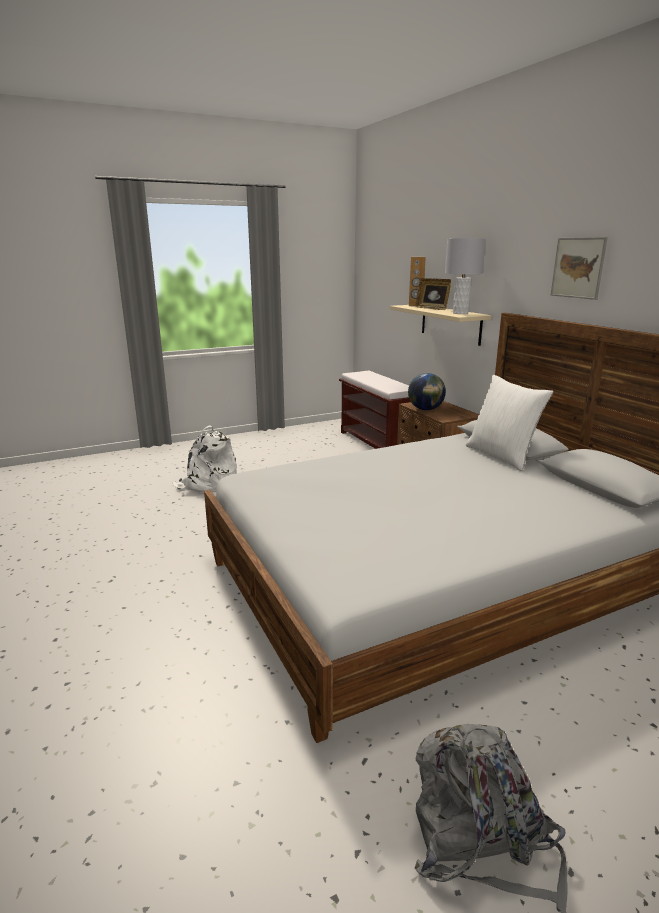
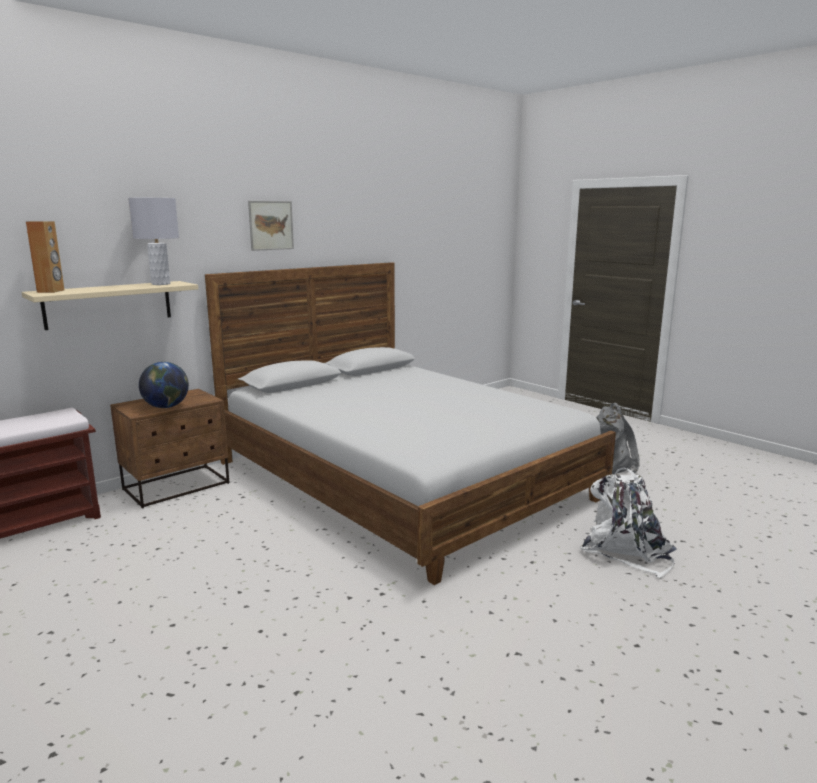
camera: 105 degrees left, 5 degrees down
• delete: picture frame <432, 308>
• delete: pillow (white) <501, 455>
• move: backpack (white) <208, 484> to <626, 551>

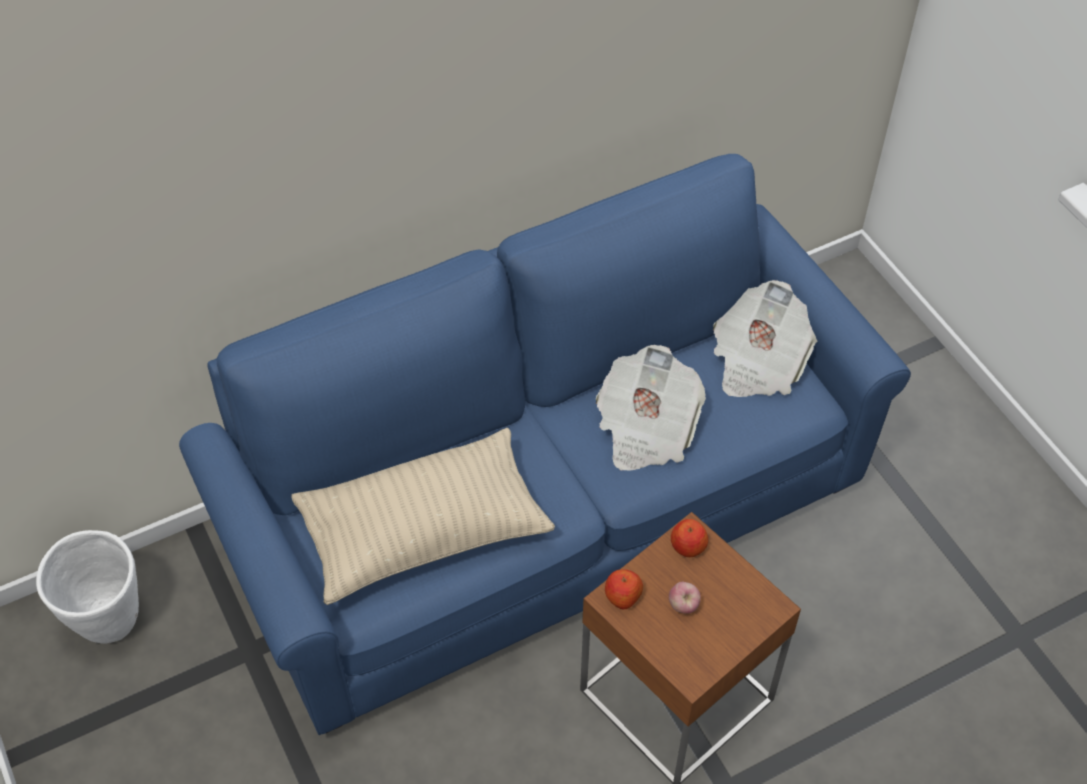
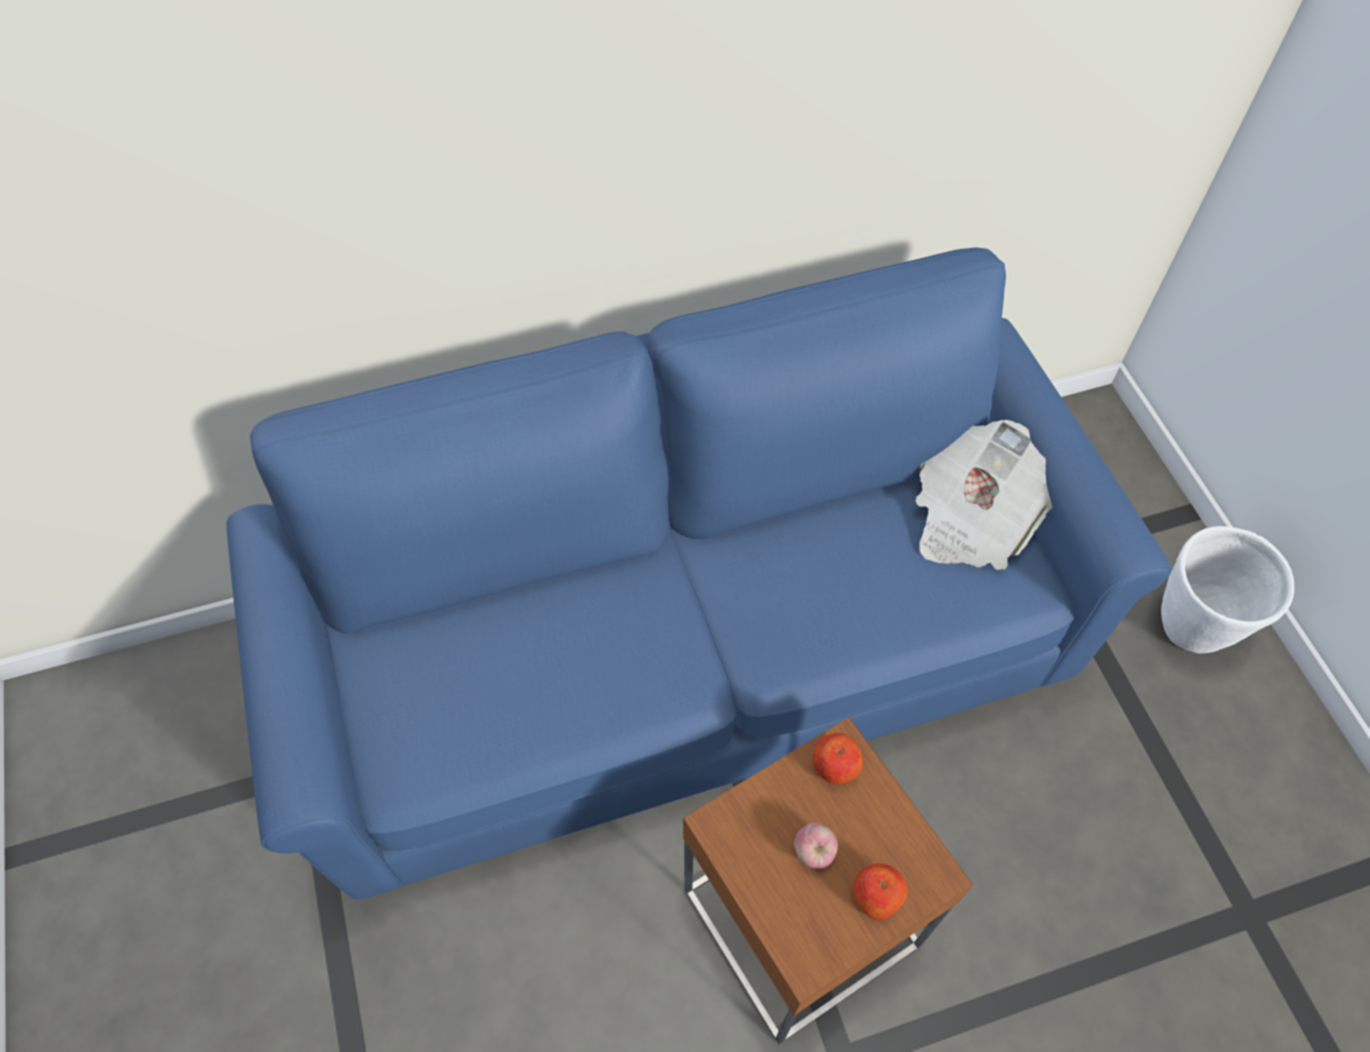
camera: 10 degrees right, 5 degrees up
• delete: pillow (beige) <424, 531>
• delete: newspaper <646, 428>
• move: planter (white) <109, 621> to <1191, 628>
• move: apple <622, 596> to <876, 896>

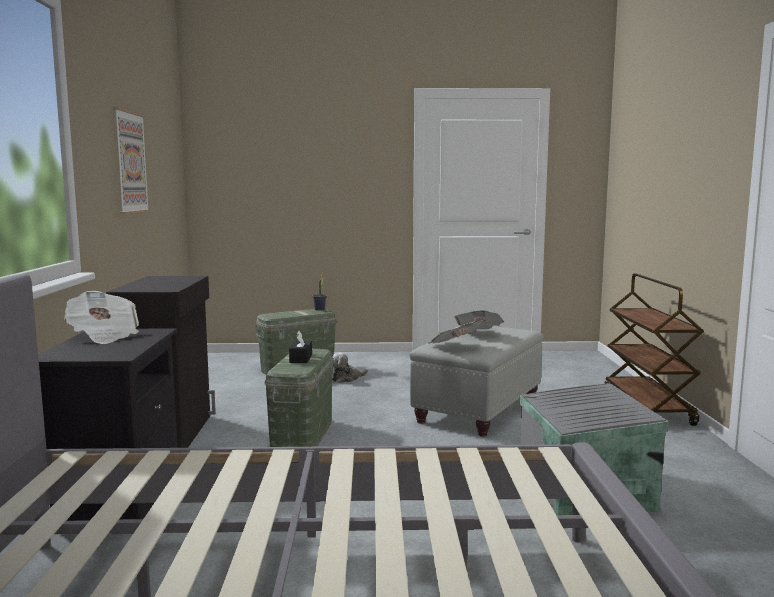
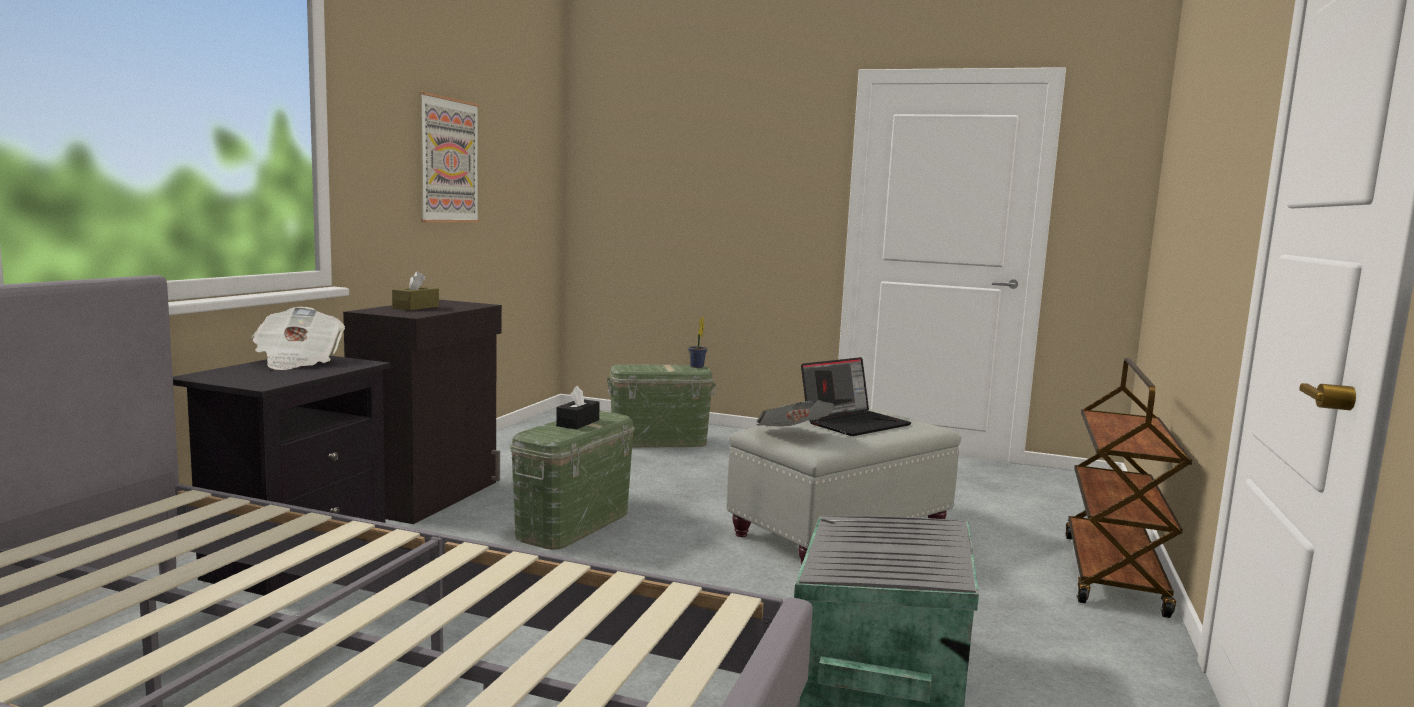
camera: 20 degrees right, 0 degrees up
• delete: plush toy <347, 378>
• insert: tissue box (brown) <416, 307>
• replace: newspaper <479, 334> to laptop <854, 423>

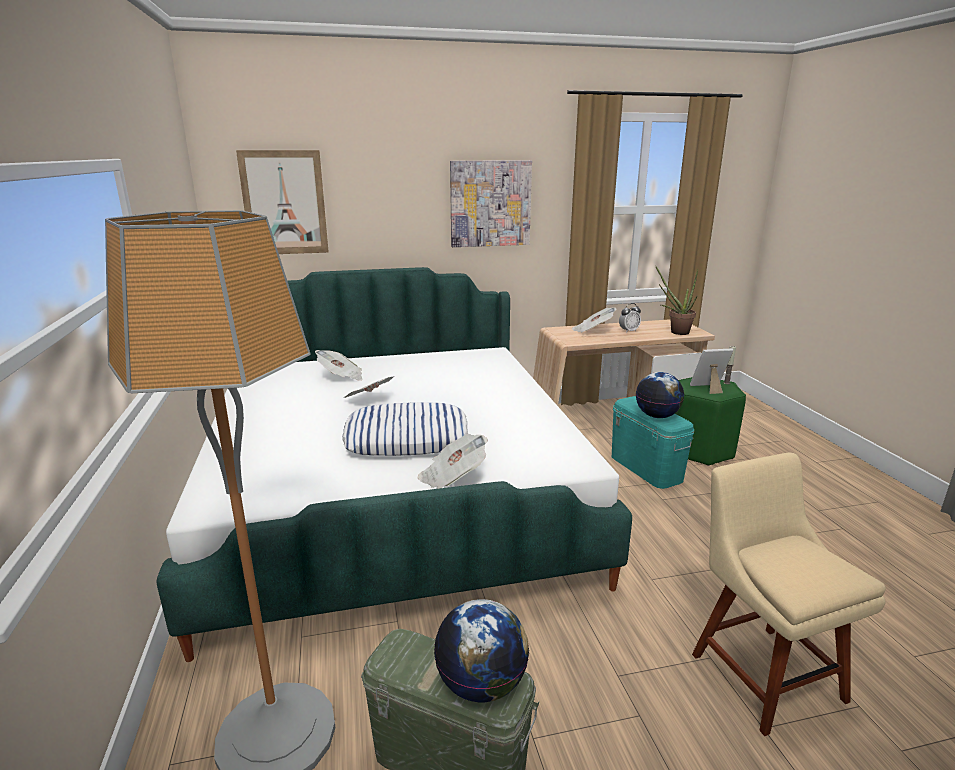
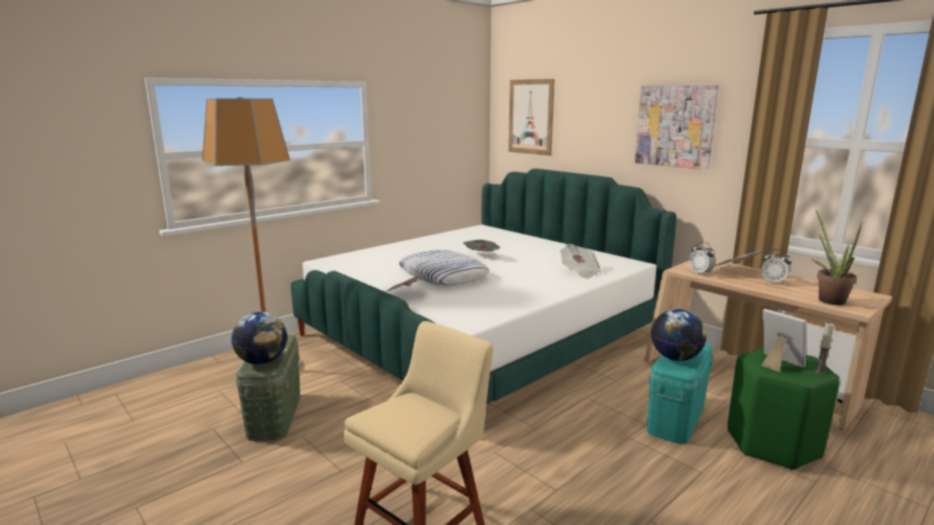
camera: 60 degrees right, 5 degrees down
• insert: alarm clock <700, 273>
• move: newspaper <341, 377> to <580, 272>

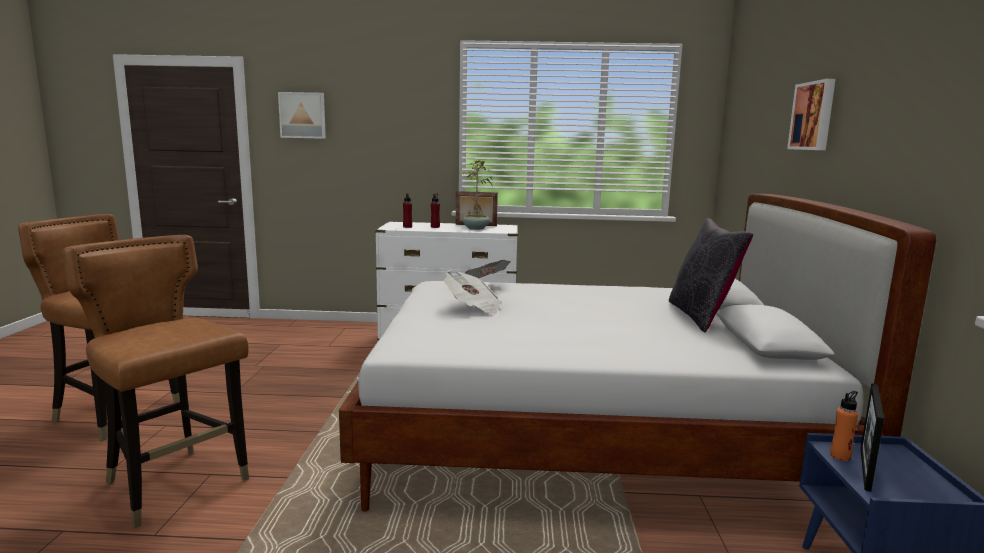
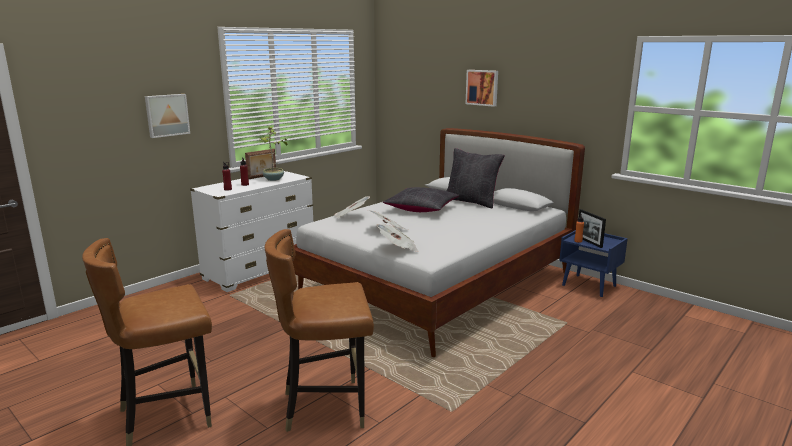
camera: 50 degrees left, 5 degrees up
• insert: newspaper <398, 248>
• insert: pillow (black) <421, 209>
• move: picture <303, 115> to <167, 115>

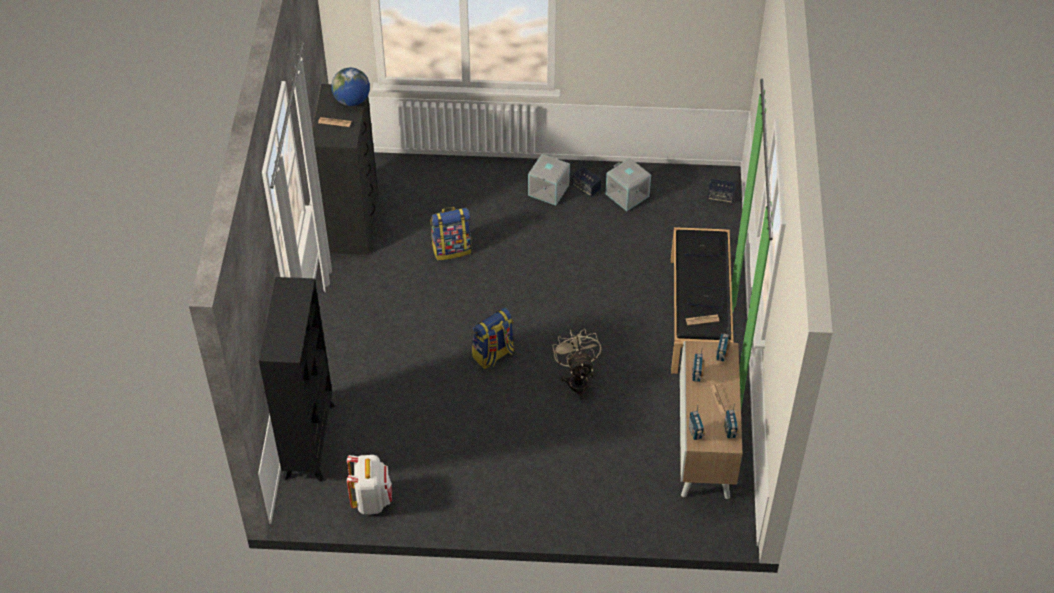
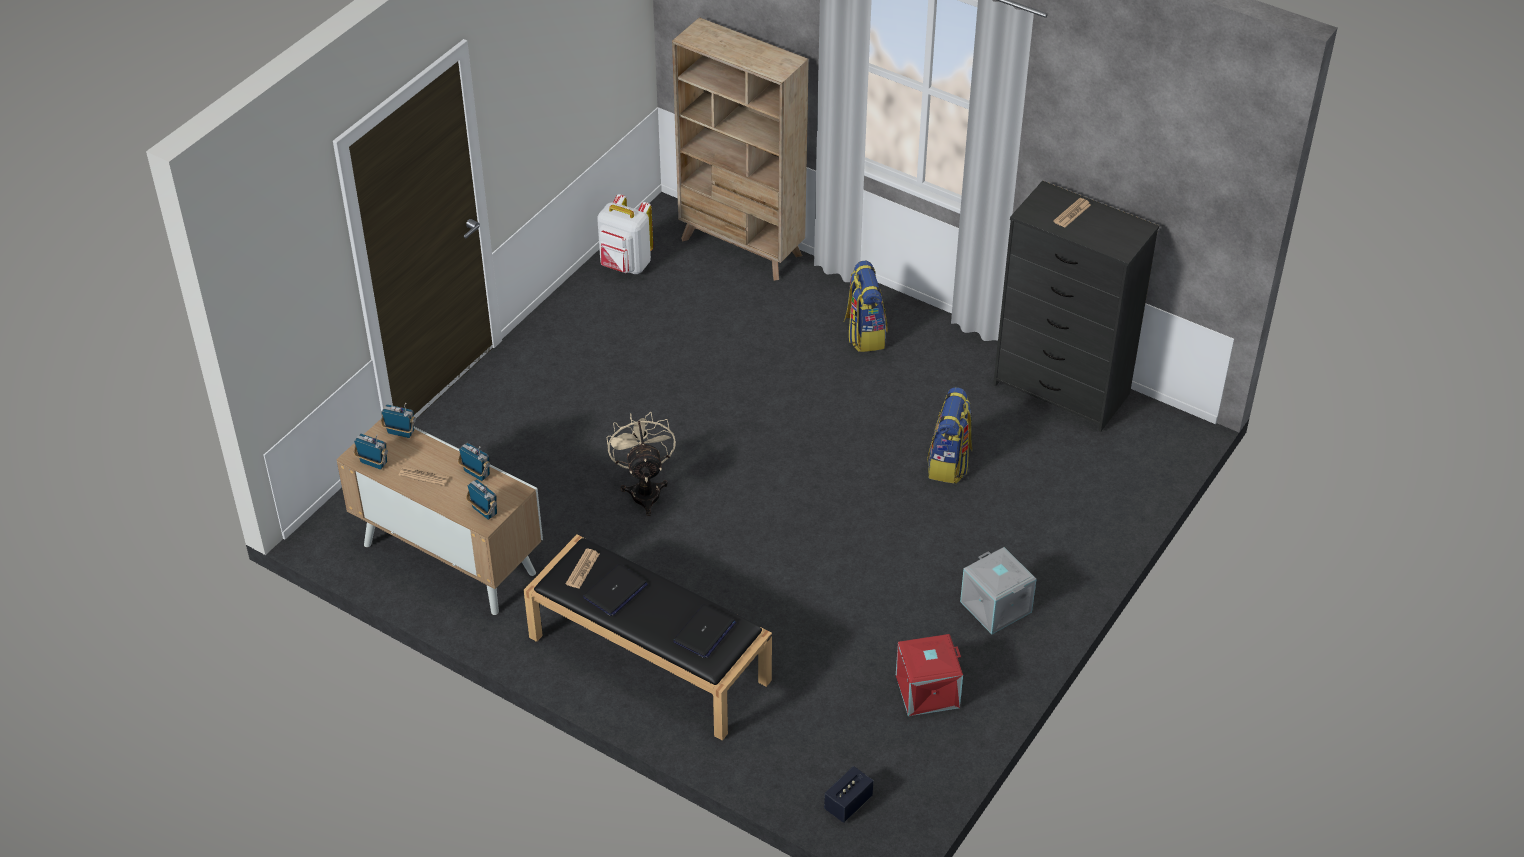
camera: 120 degrees right, 5 degrees down
• delete: globe <352, 100>
• delete: speaker <586, 188>
• move: backpack <493, 355> to <864, 334>
• recolor: bookcase (black) <310, 440> to bookcase (beige) <741, 247>
• recolor: storage box (grey) <628, 195> to storage box (red) <927, 692>
• rotate: fan (beige) <577, 380> = <644, 490> 120 degrees counterclockwise

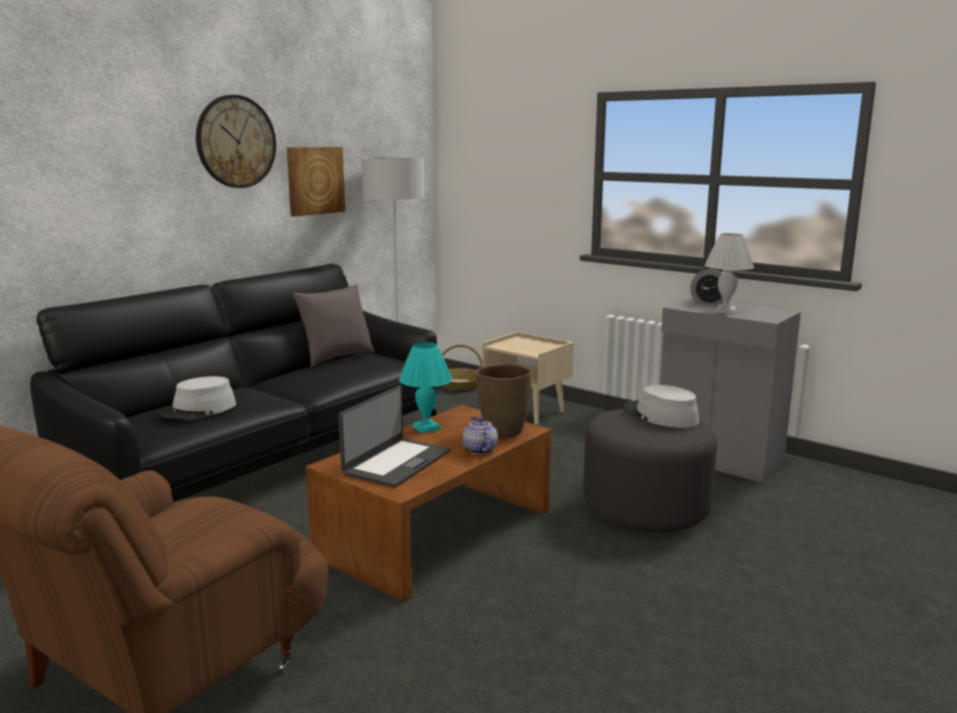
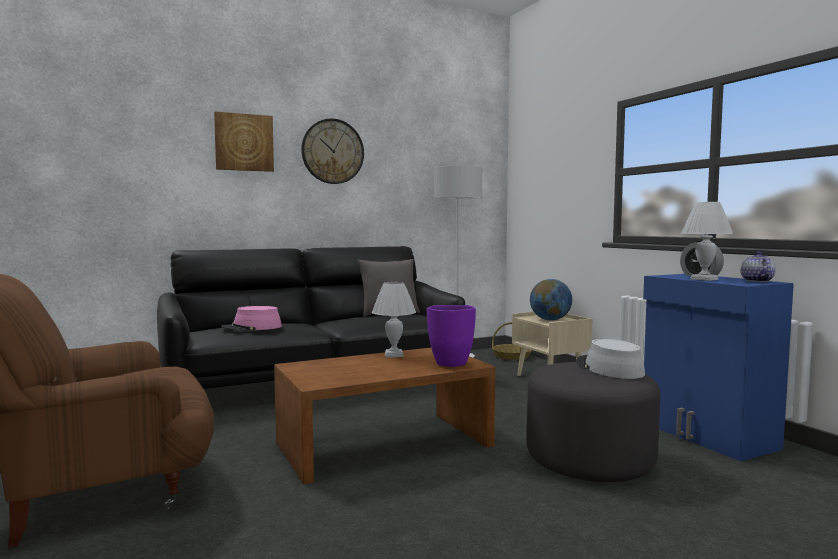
camera: 25 degrees right, 10 degrees down
• delete: laptop <396, 462>
• insert: globe <550, 320>
• move: picture <315, 180> to <244, 142>
• move: teapot <479, 450> to <756, 281>
• recolor: hat (grey) <198, 410> to hat (pink) <252, 328>
• recolor: table lamp (turquoise) <426, 428> to table lamp (white) <393, 355>
• recolor: vase (brown) <503, 432> to vase (purple) <450, 363>
• recolor: cabinet (grey) <718, 459> to cabinet (blue) <707, 436>

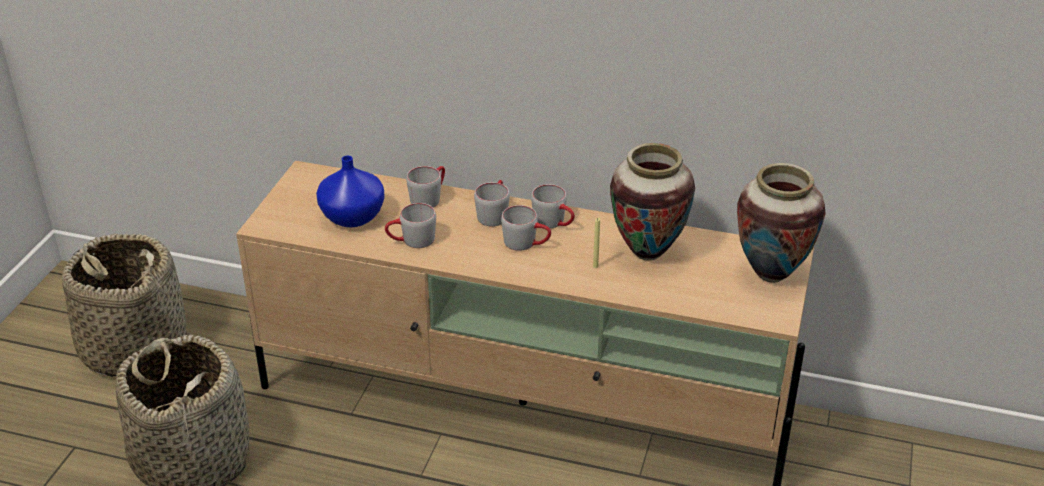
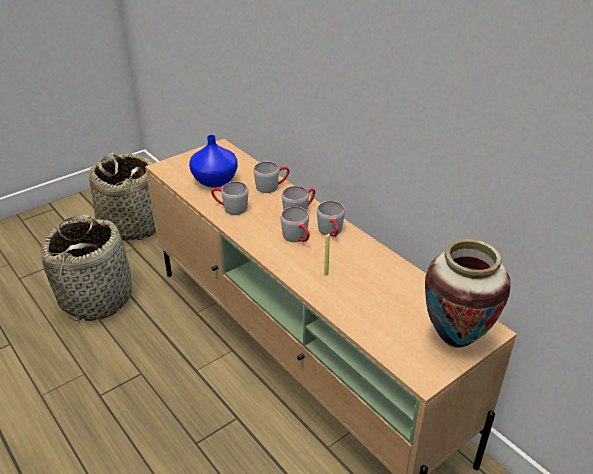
camera: 35 degrees right, 0 degrees up
• delete: vase <647, 253>

